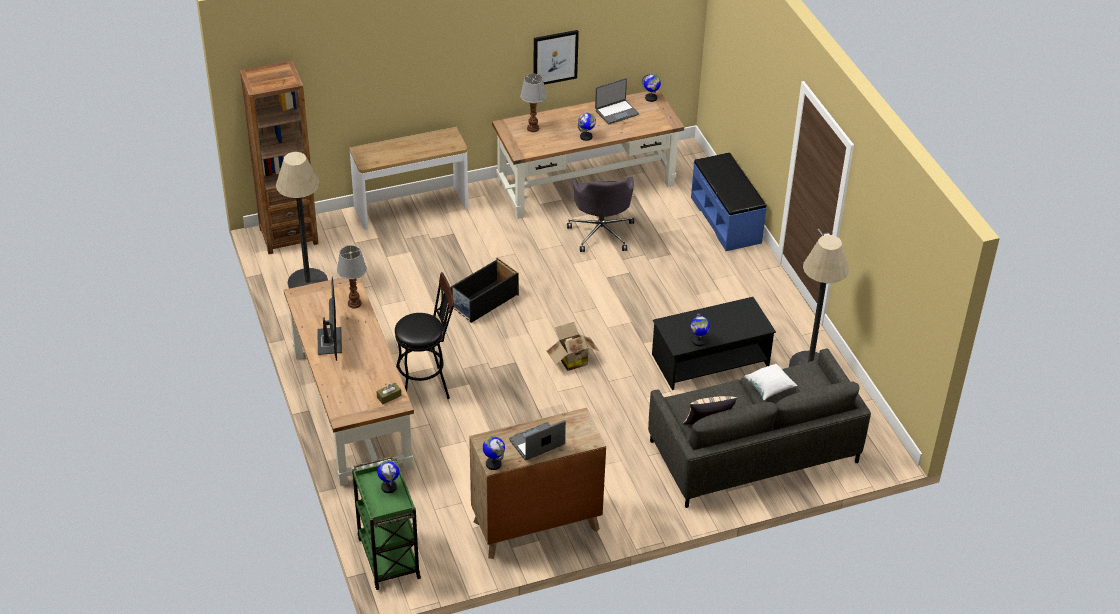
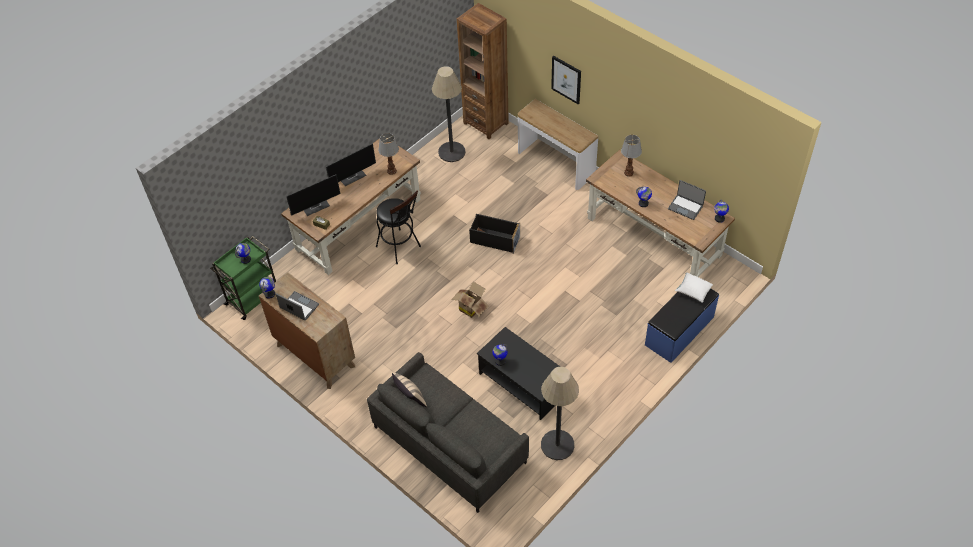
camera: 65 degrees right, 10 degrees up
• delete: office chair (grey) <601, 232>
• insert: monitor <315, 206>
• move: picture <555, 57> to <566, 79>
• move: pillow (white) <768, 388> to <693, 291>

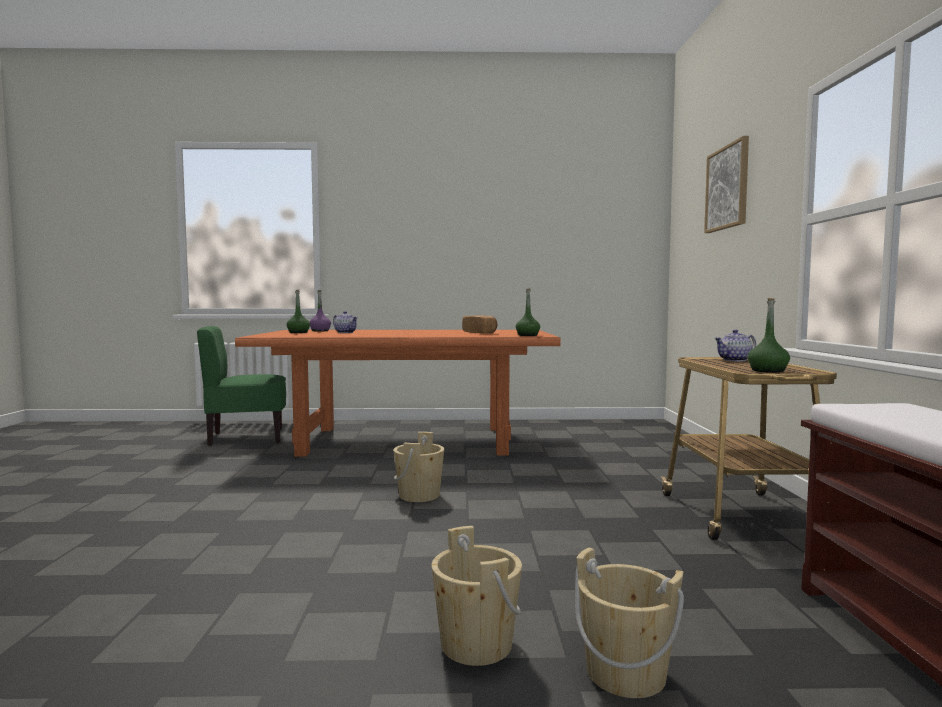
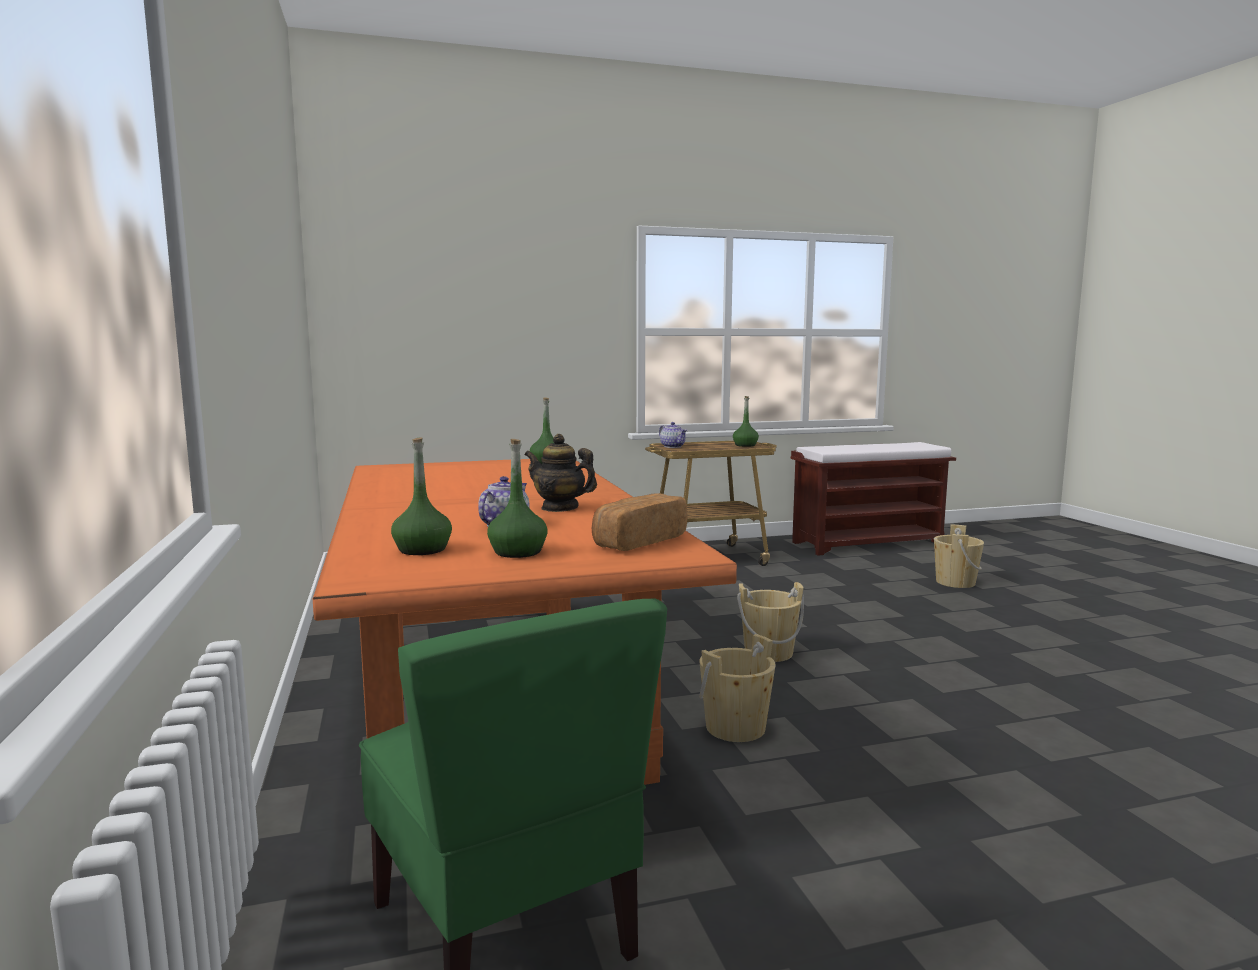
camera: 105 degrees left, 5 degrees up
• delete: picture <727, 188>
• insert: teapot <560, 508>
• move: bucket (beige) <476, 644> to <735, 728>
• move: bread <480, 333> to <638, 542>
• recolor: bottle (purple) <320, 331> to bottle (green) <422, 550>

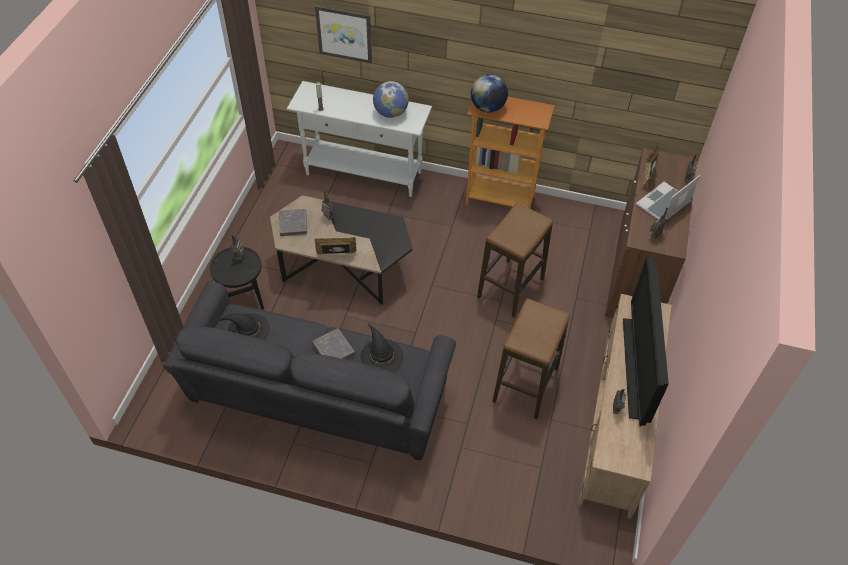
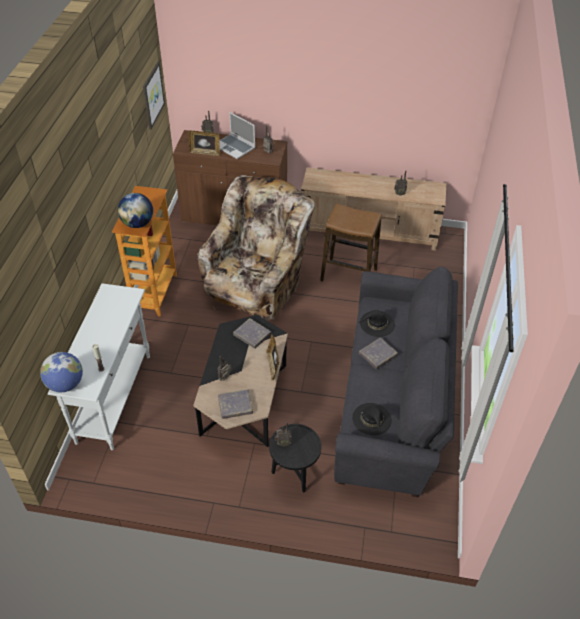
camera: 95 degrees left, 5 degrees down
• delete: television <636, 368>
• insert: book (grey) <252, 335>
• move: picture <344, 33> to <152, 95>
• move: globe <391, 113> to <65, 384>
• replace: stool <510, 288> to armchair (beige) <257, 285>

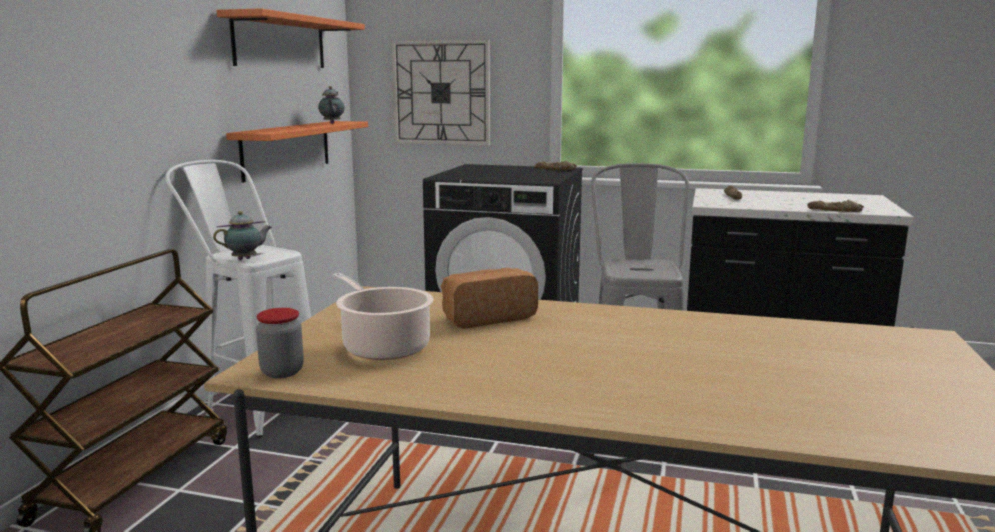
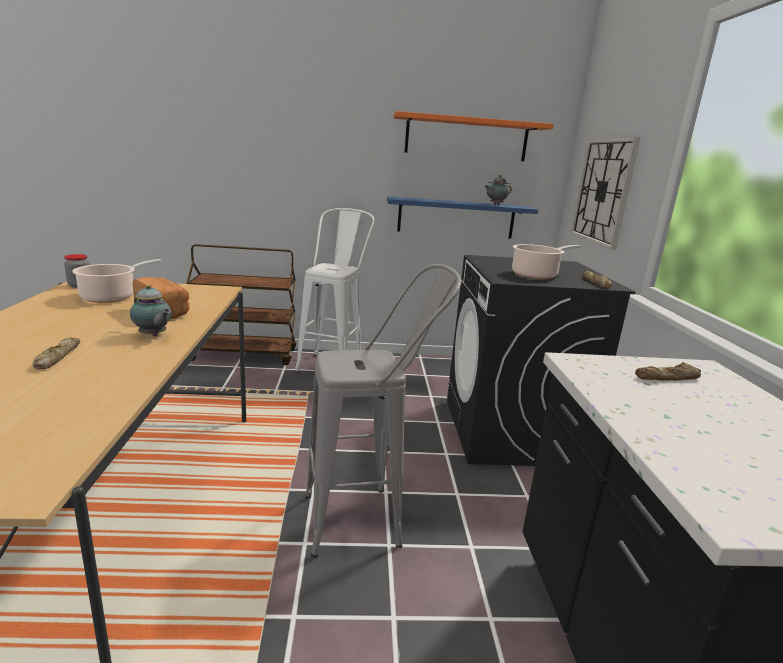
camera: 70 degrees right, 5 degrees up
• insert: cooking pot <536, 275>
• move: teapot <246, 259> to <153, 335>
• move: bread <835, 210> to <57, 357>
• recolor: shelf (orange) <287, 149> to shelf (blue) <456, 218>

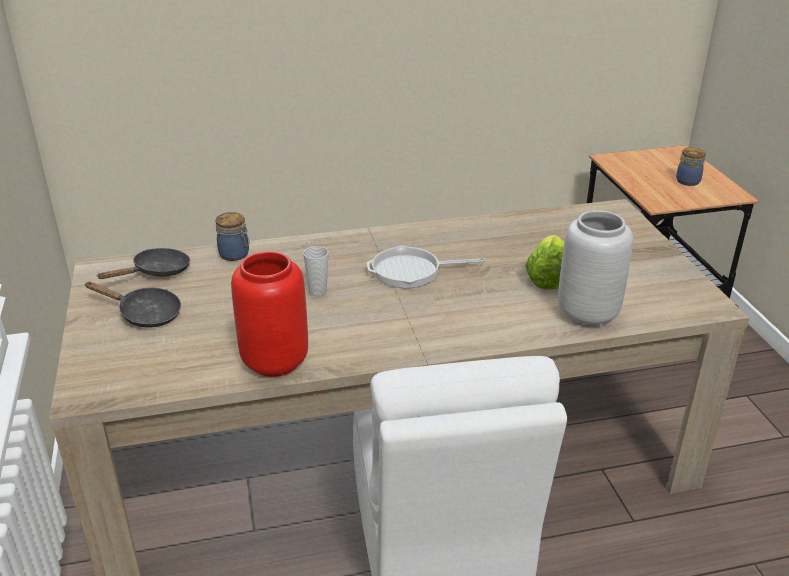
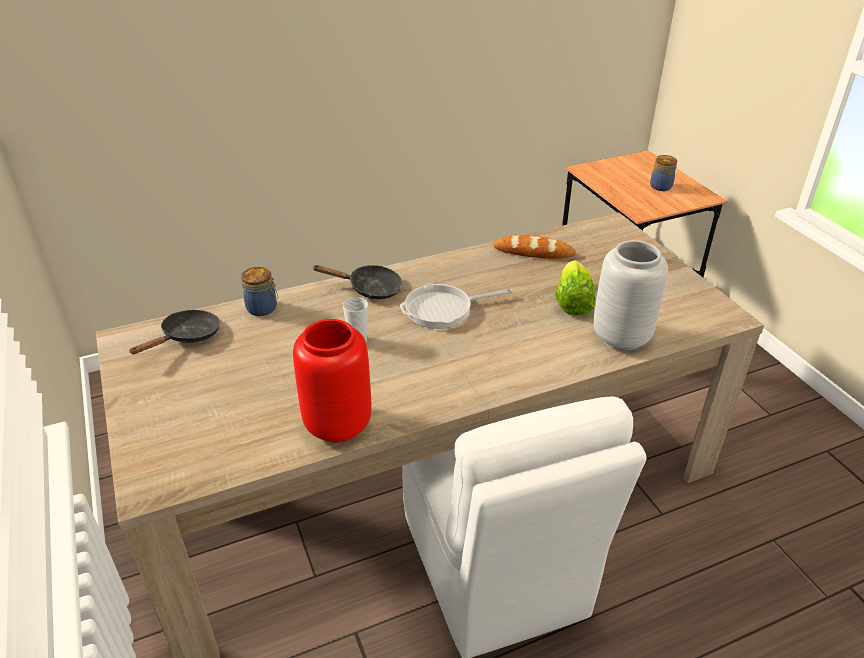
camera: 10 degrees left, 5 degrees up
• insert: bread <533, 252>
• move: frying pan (black) <145, 314> to <369, 288>

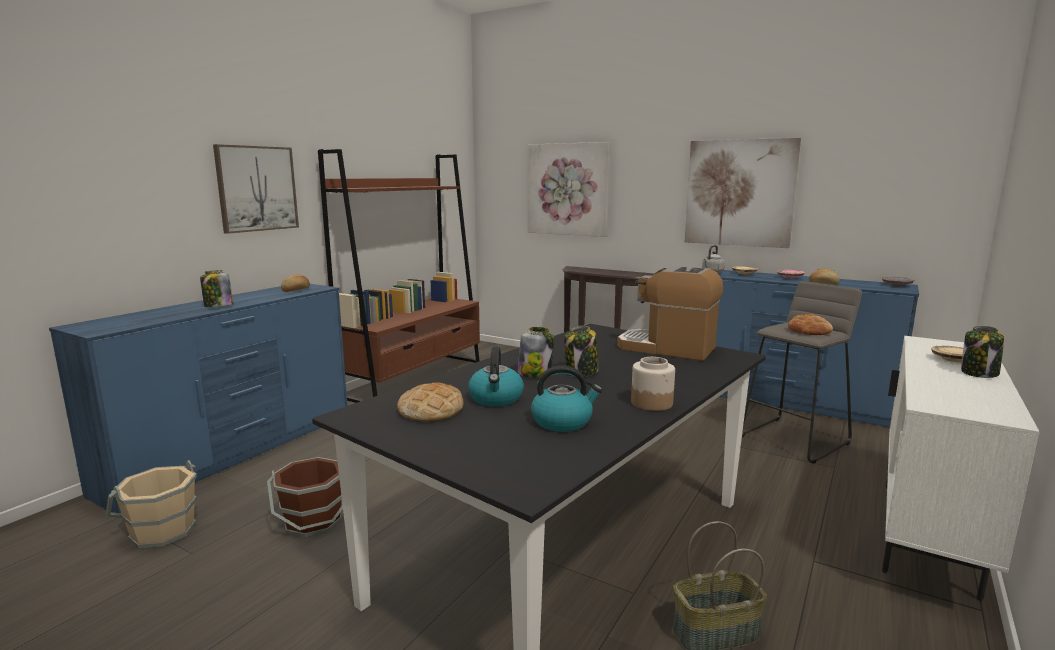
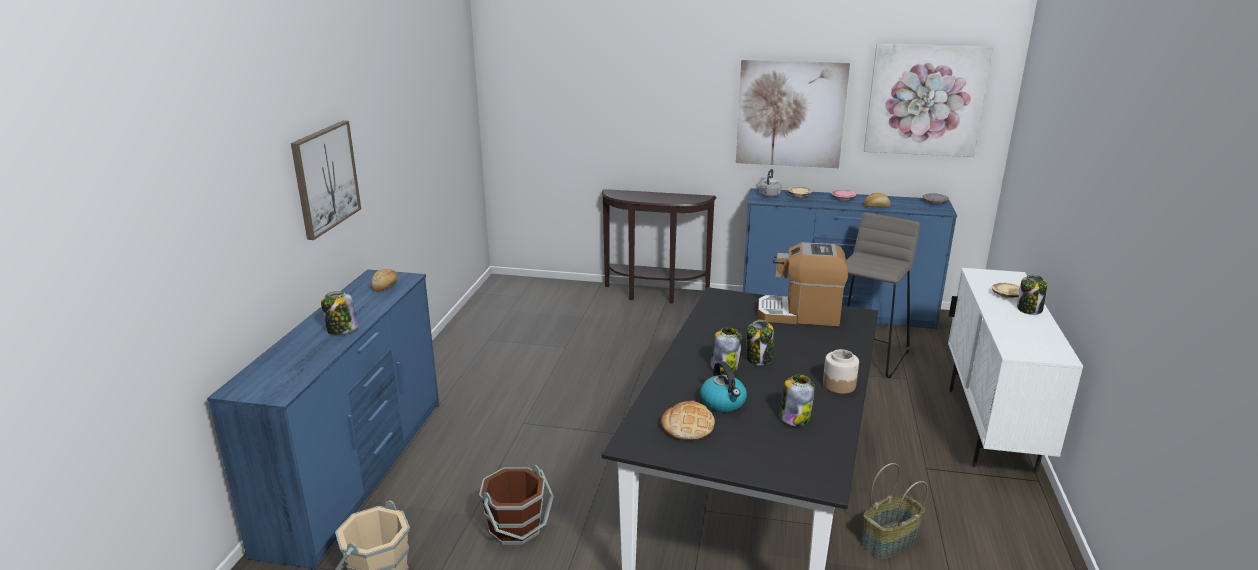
camera: 20 degrees left, 10 degrees up
• delete: bookcase (brown) <415, 378>
• delete: bread <809, 331>
• move: picture <568, 189> to <925, 100>
• replace: kettle <563, 421> to jar <794, 418>

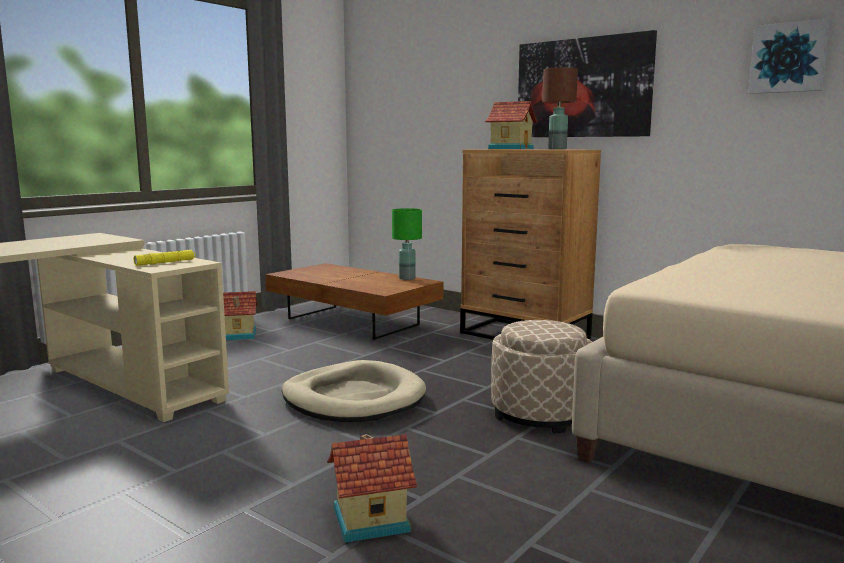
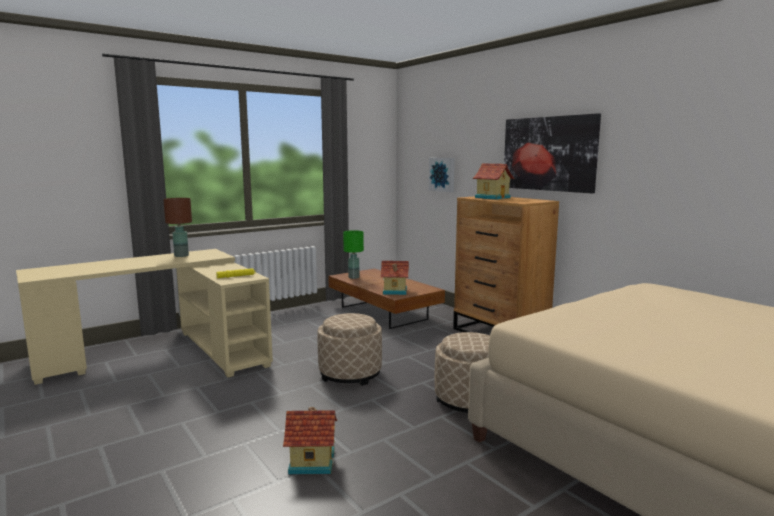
camera: 15 degrees right, 0 degrees up
• move: toy house <238, 335> to <395, 291>
• move: table lamp (green) <407, 278> to <354, 277>
• move: table lamp (brown) <557, 149> to <181, 256>
• move: picture <789, 58> to <442, 174>
• replace: dog bed (beige) <353, 398> to ottoman (beige) <350, 373>

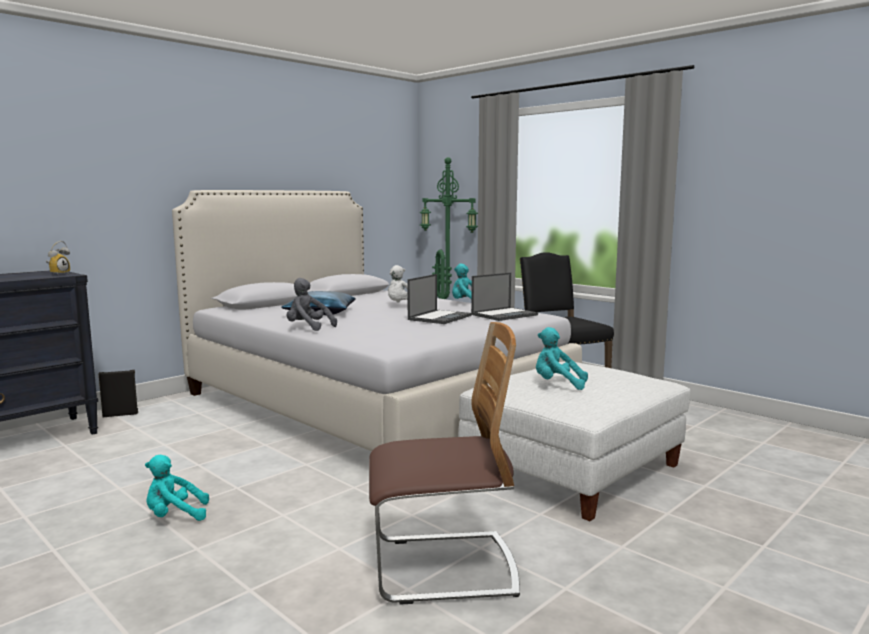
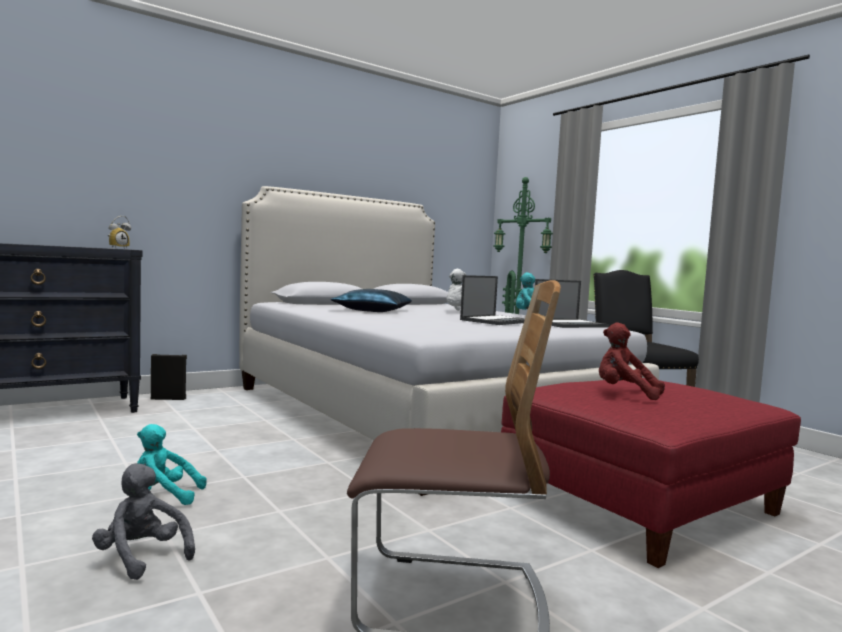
camera: 10 degrees right, 5 degrees down
• move: plush toy (grey) <308, 327> to <141, 557>
• recolor: ottoman (white) <573, 468> to ottoman (red) <640, 502>
• recolor: plush toy (turquoise) <557, 384> to plush toy (red) <625, 394>

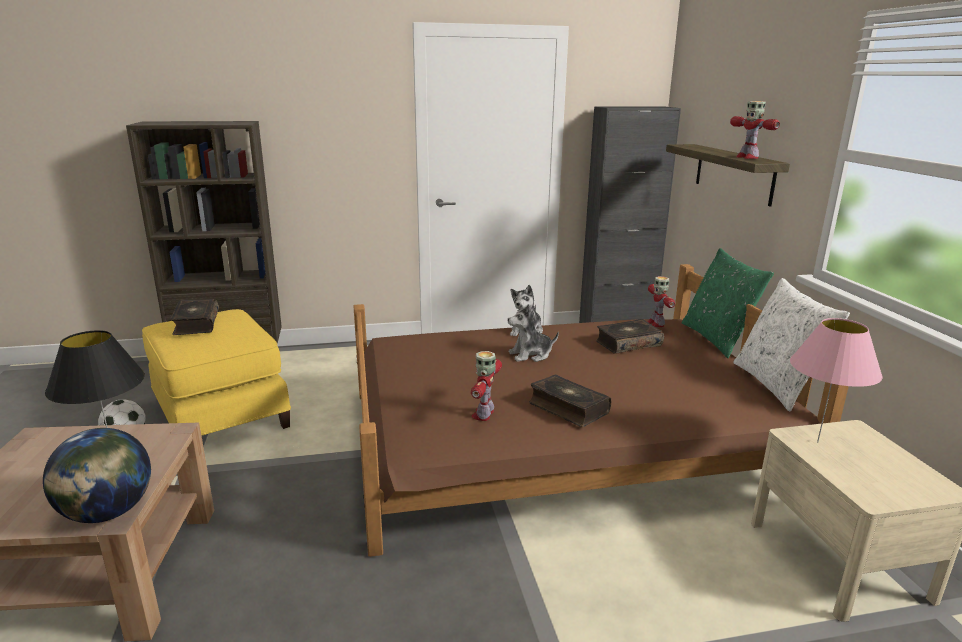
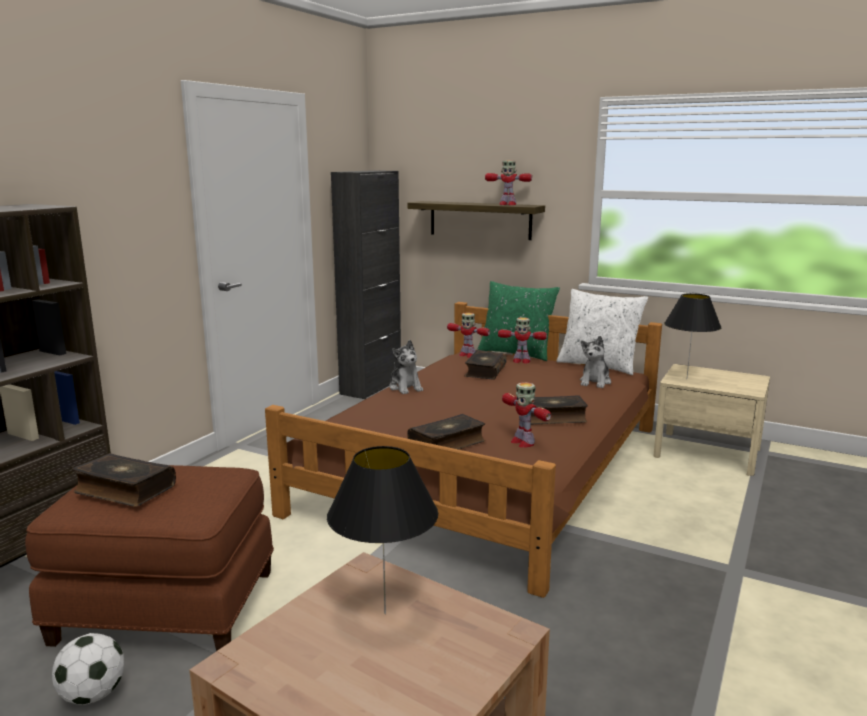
camera: 50 degrees left, 5 degrees down
• delete: globe <108, 513>
• insert: book <447, 443>
• insert: toy robot <521, 361>
• move: plush toy <530, 355> to <595, 382>
• recolor: ottoman (yellow) <220, 415> to ottoman (brown) <165, 608>
• recolor: table lamp (pink) <817, 442> to table lamp (black) <686, 379>

